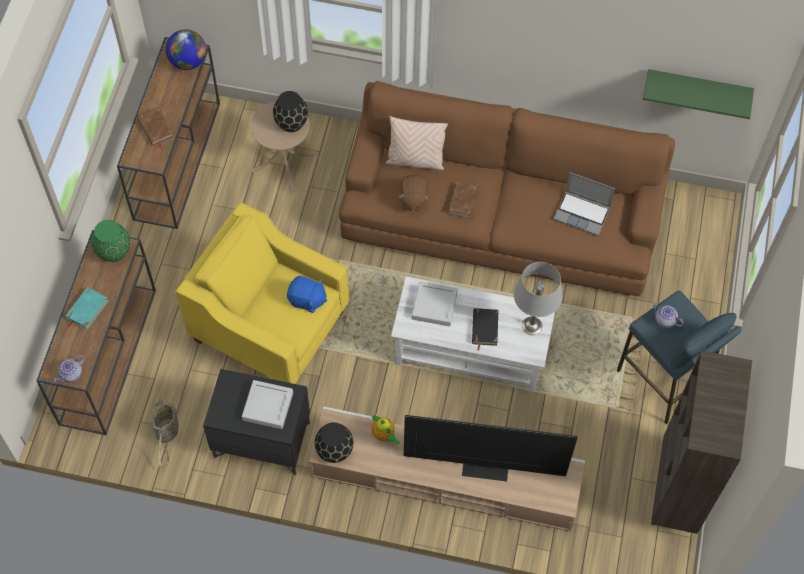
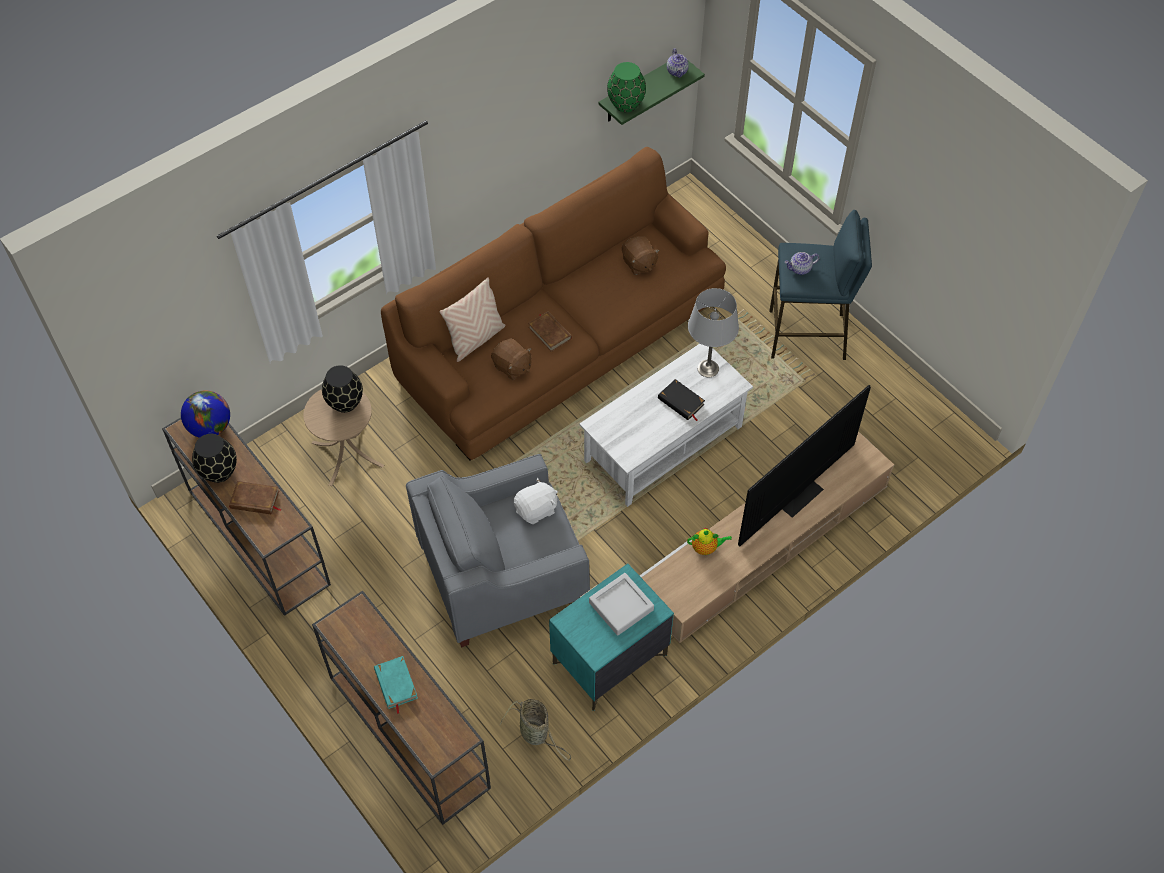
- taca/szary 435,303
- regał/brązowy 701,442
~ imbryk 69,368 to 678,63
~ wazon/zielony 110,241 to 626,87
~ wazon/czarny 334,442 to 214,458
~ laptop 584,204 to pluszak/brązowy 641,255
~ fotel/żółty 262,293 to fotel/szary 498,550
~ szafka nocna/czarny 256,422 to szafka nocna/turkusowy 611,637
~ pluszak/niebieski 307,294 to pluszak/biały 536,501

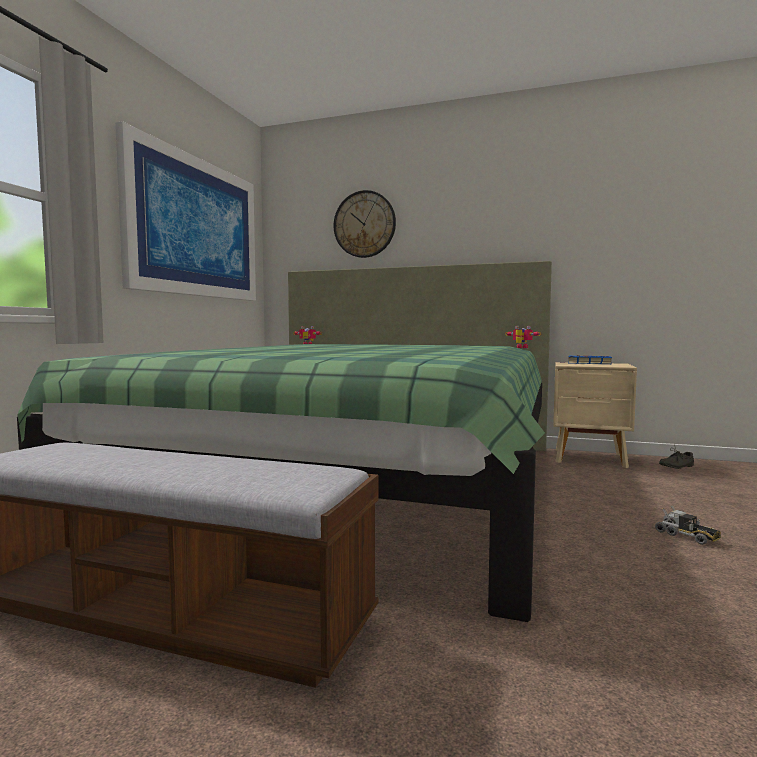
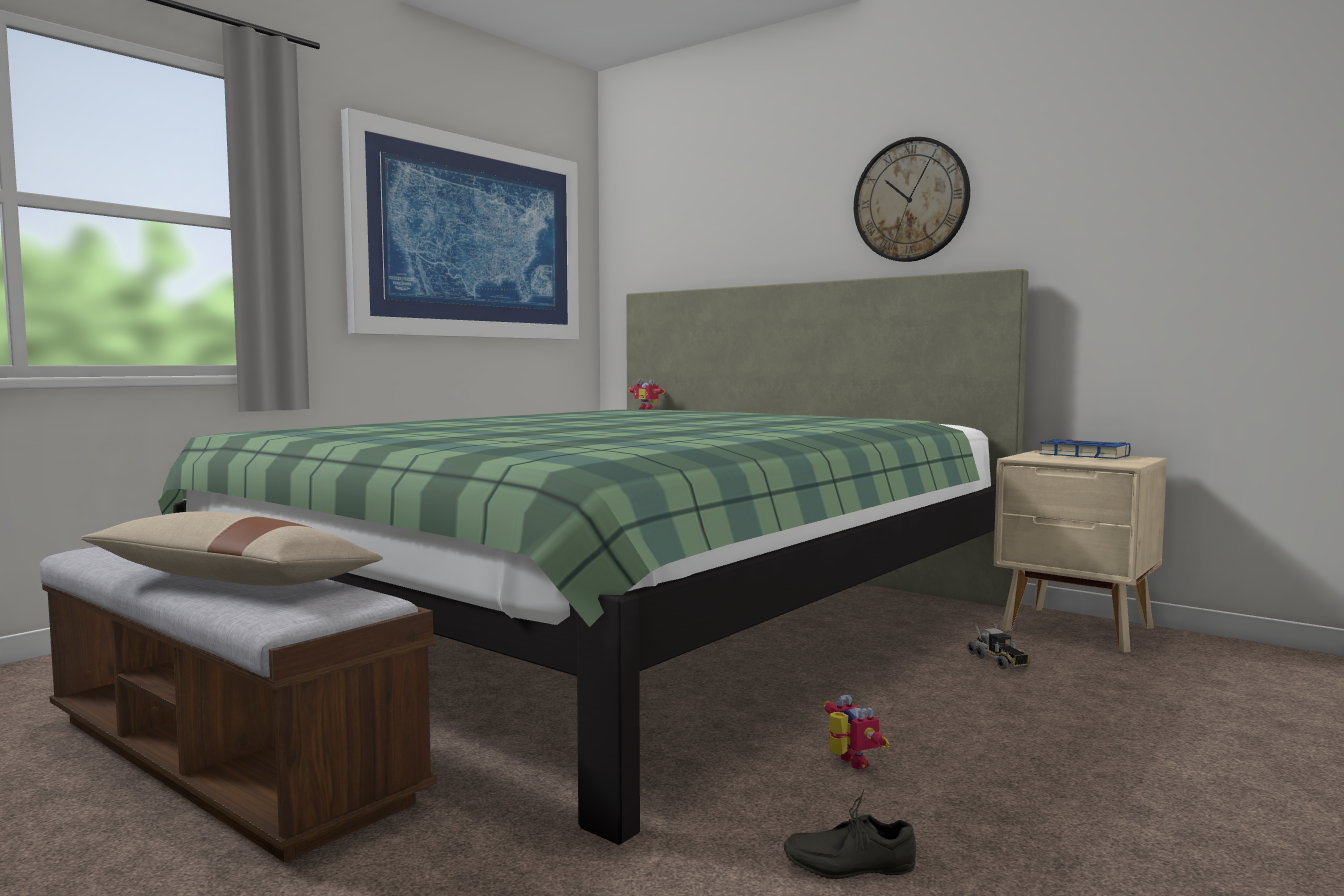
+ poduszka/beżowy 232,549
~ zegar ścienny 365,224 to 912,199
~ robot zabawkowy 523,337 to 856,732
~ ciężarówka zabawkowa 688,525 to 999,646
~ but/szary 676,456 to 850,834

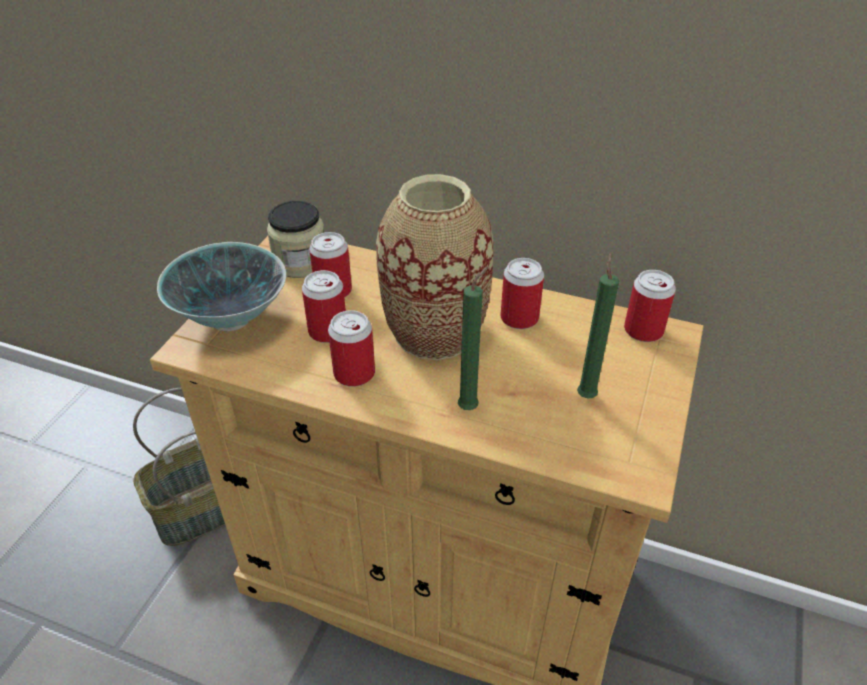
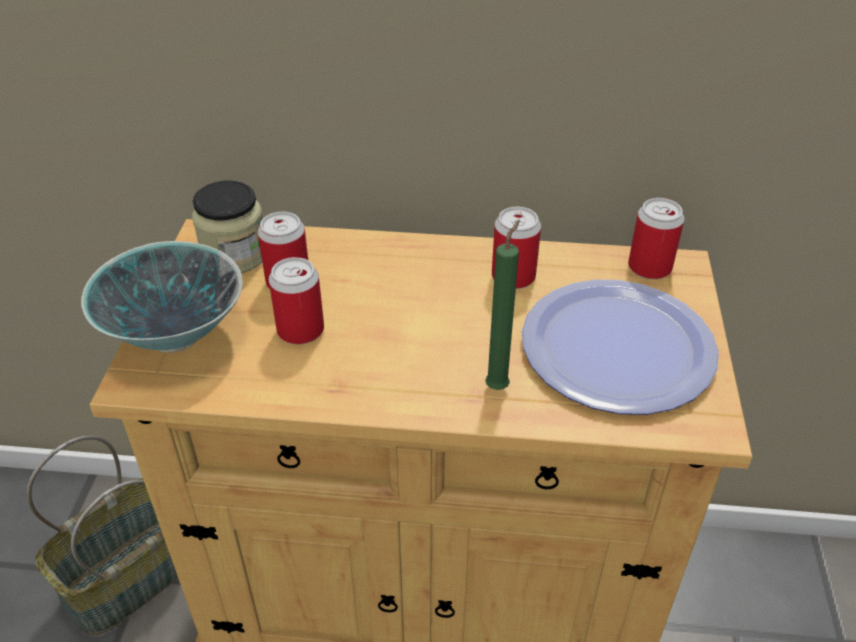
- puszka 351,348
- wazon 434,267
~ świeca/zielony 598,325 to talerz 620,347

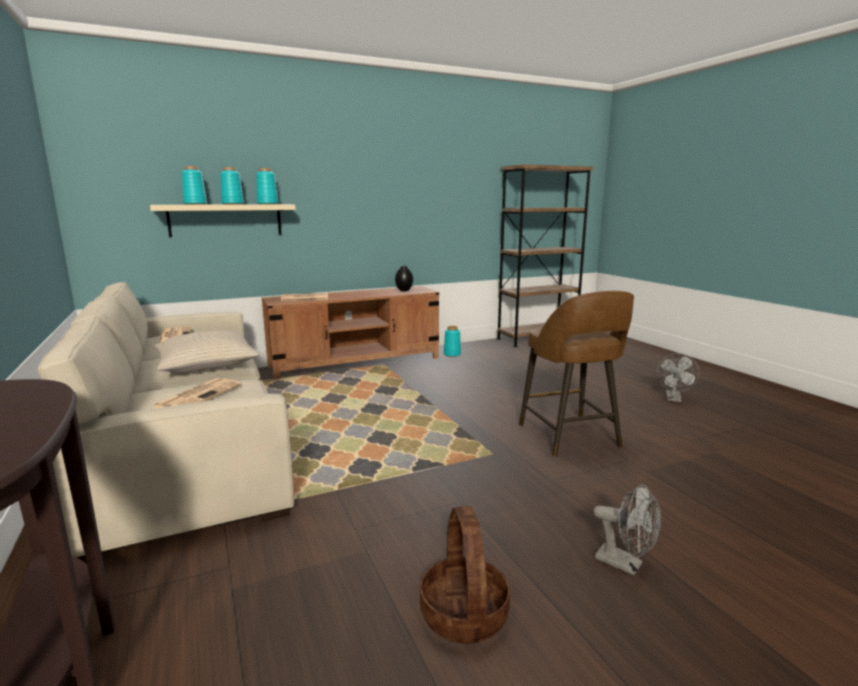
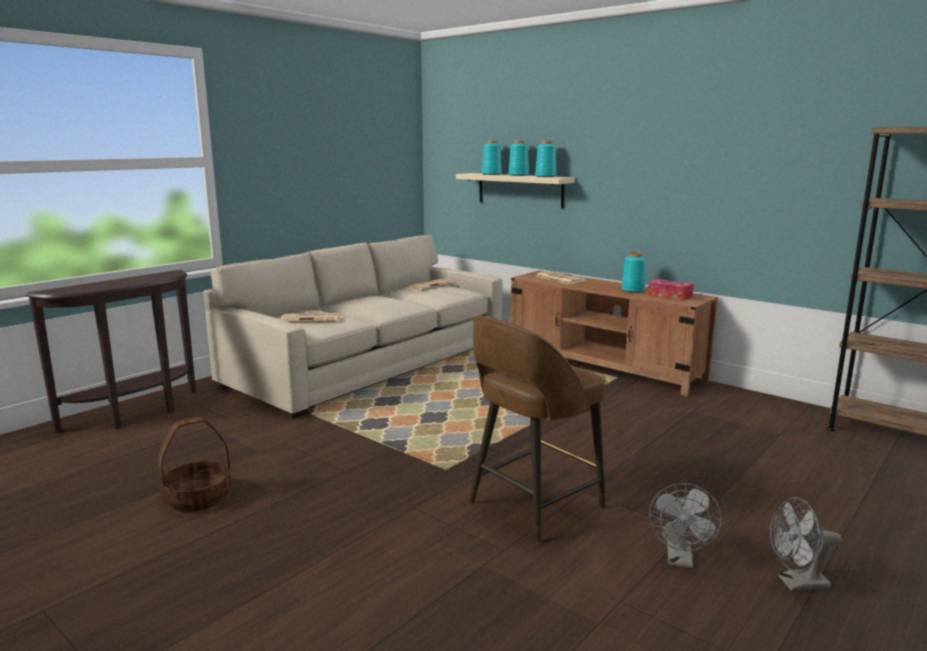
- poduszka/beżowy 206,351
~ wazon/turkusowy 452,341 to 633,272
~ wentylator/szary 627,530 to 685,525
~ wazon/czarny 404,278 to pudełko chusteczek 671,289

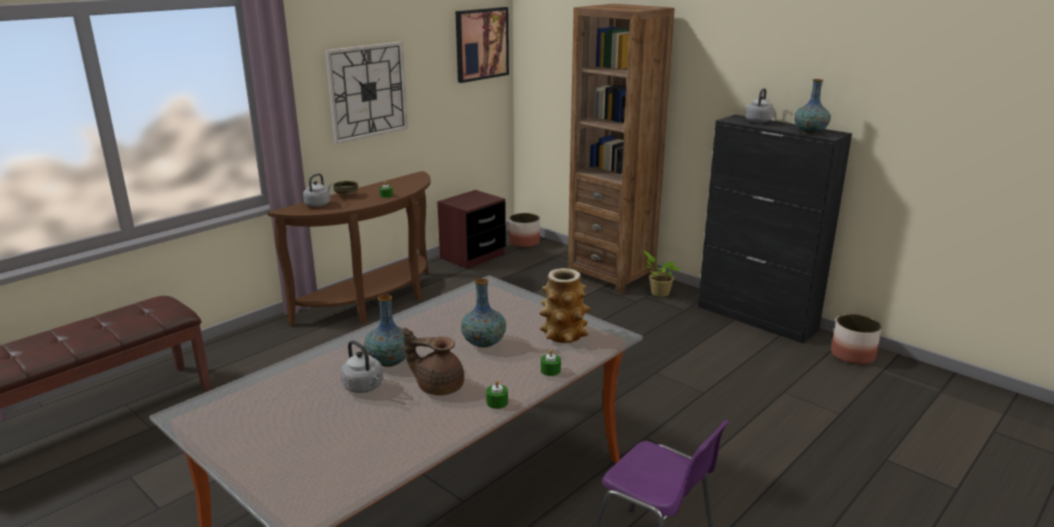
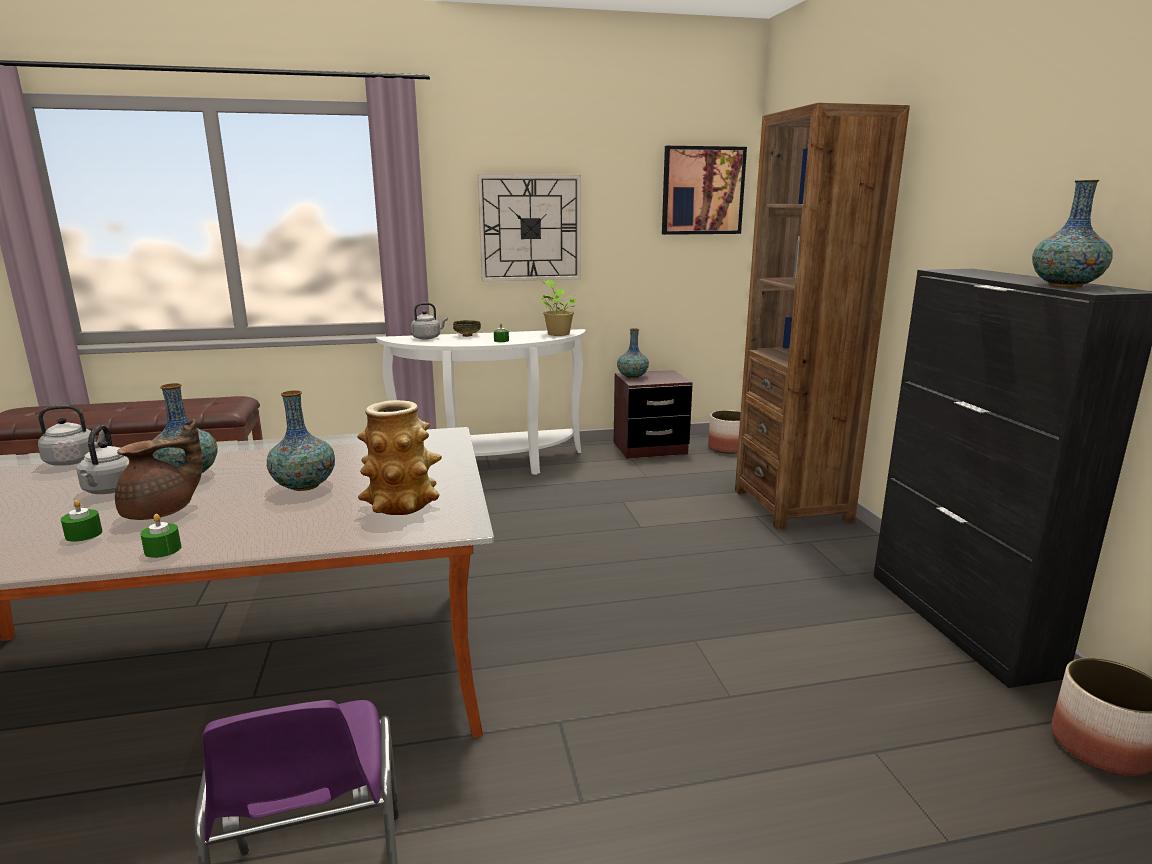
+ wazon 633,353
~ świeca/zielony 551,362 to 81,521
~ roślina doniczkowa 662,273 to 557,307
~ czajnik/szary 759,105 to 73,435
~ stolik konsolowy/brązowy 349,248 to stolik konsolowy/biały 481,402
~ imbryk/brązowy 433,362 = 159,469 90 degrees clockwise

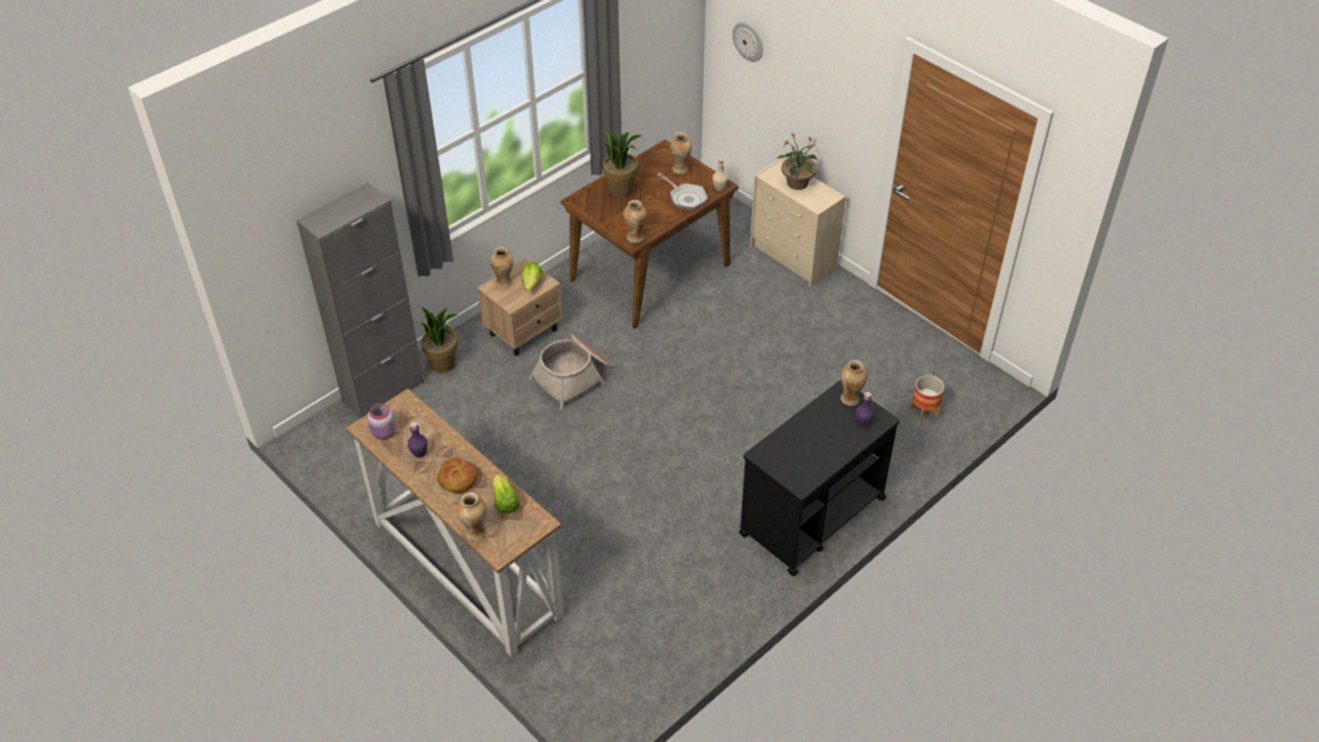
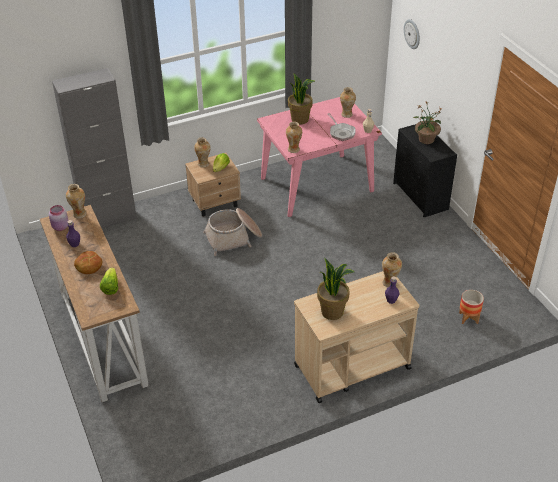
~ roślina doniczkowa 439,340 to 335,289
~ wazon 471,516 to 76,201
~ stół jadalny/brązowy 650,233 to stół jadalny/różowy 319,157
~ wózek/czarny 819,478 to wózek/beżowy 356,337
~ komoda/beżowy 798,222 to komoda/czarny 425,170

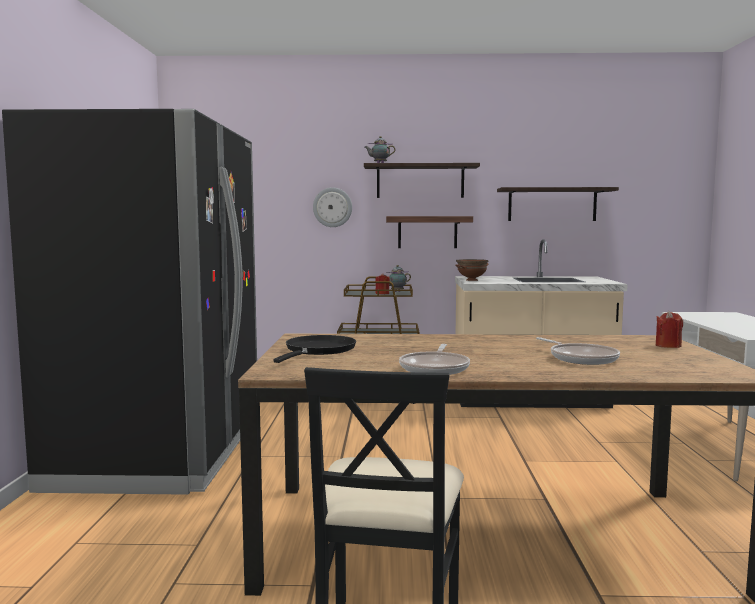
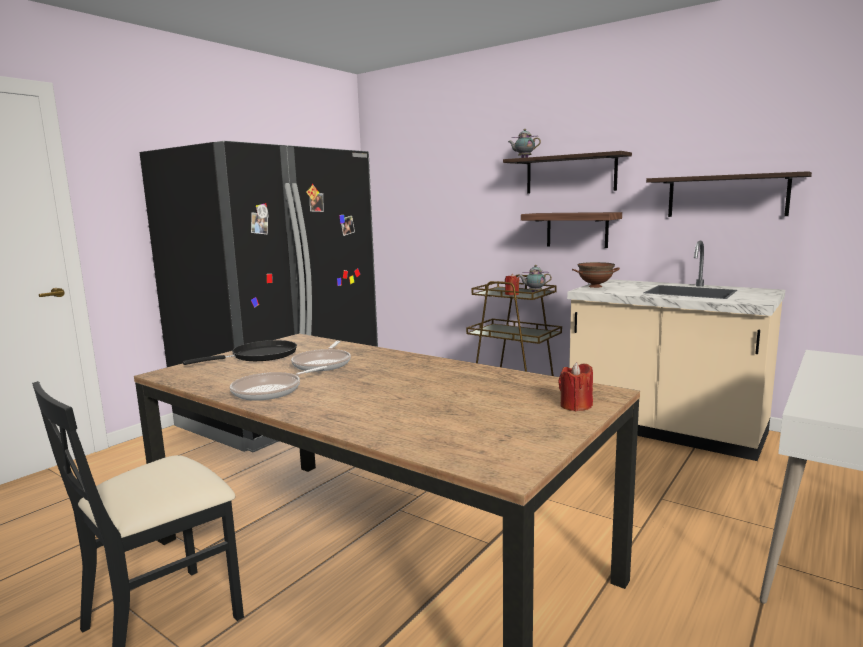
- zegar ścienny 332,207
~ patelnia 578,351 to 321,356

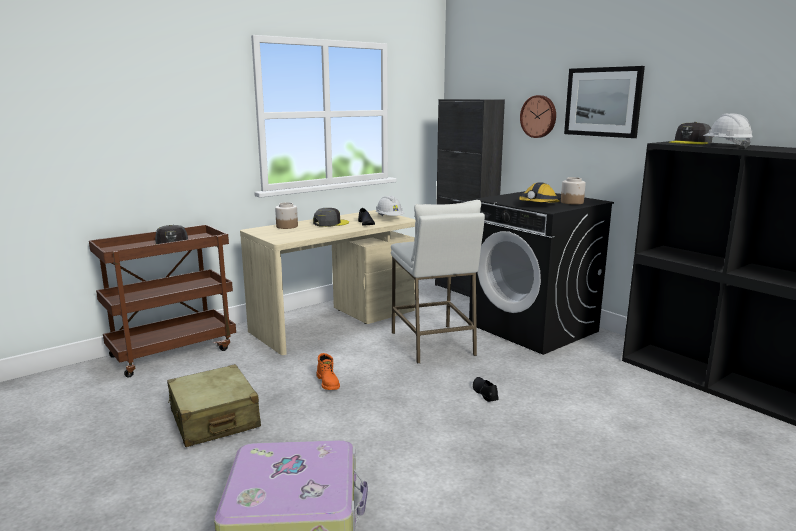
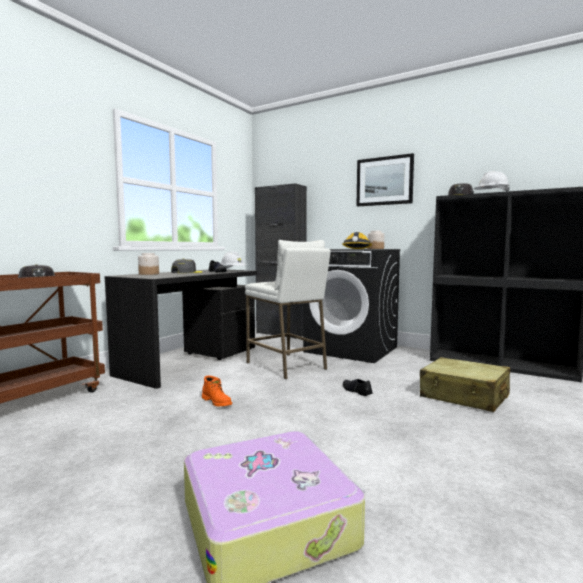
- zegar ścienny 538,116
~ walizka/beżowy 214,405 to 465,384
~ biurko/beżowy 327,282 to biurko/czarny 181,329

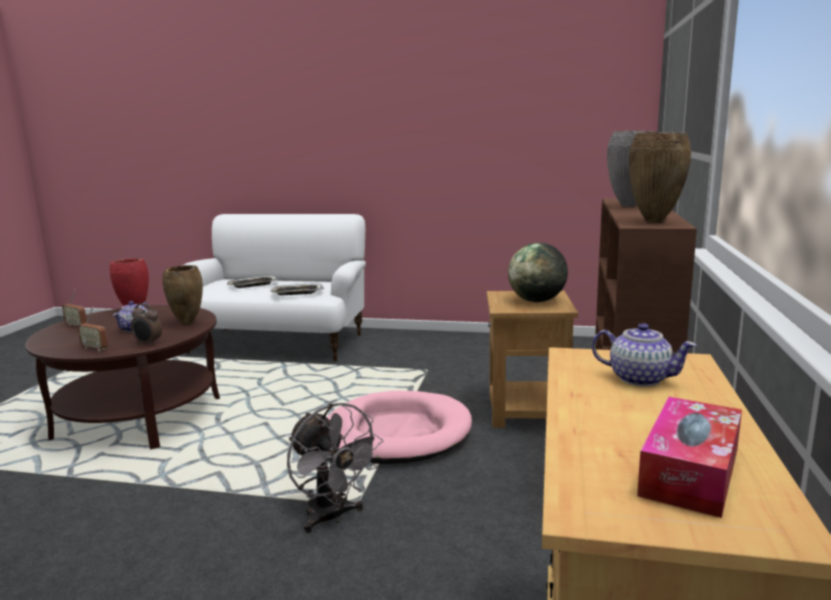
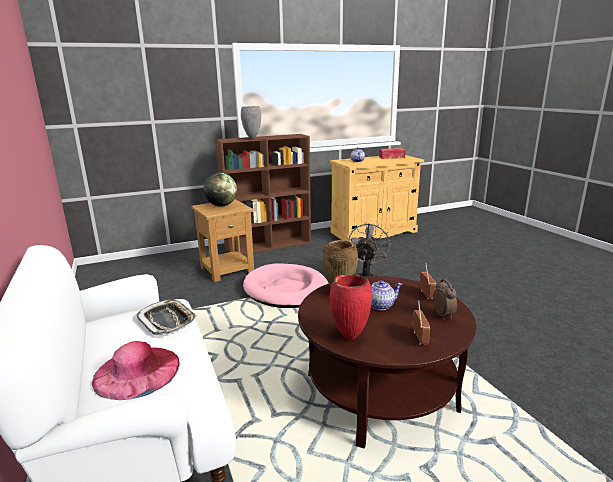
- wazon/brązowy 660,177
~ budzik 146,324 to 445,299
~ taca 253,282 to kapelusz/różowy 136,370

